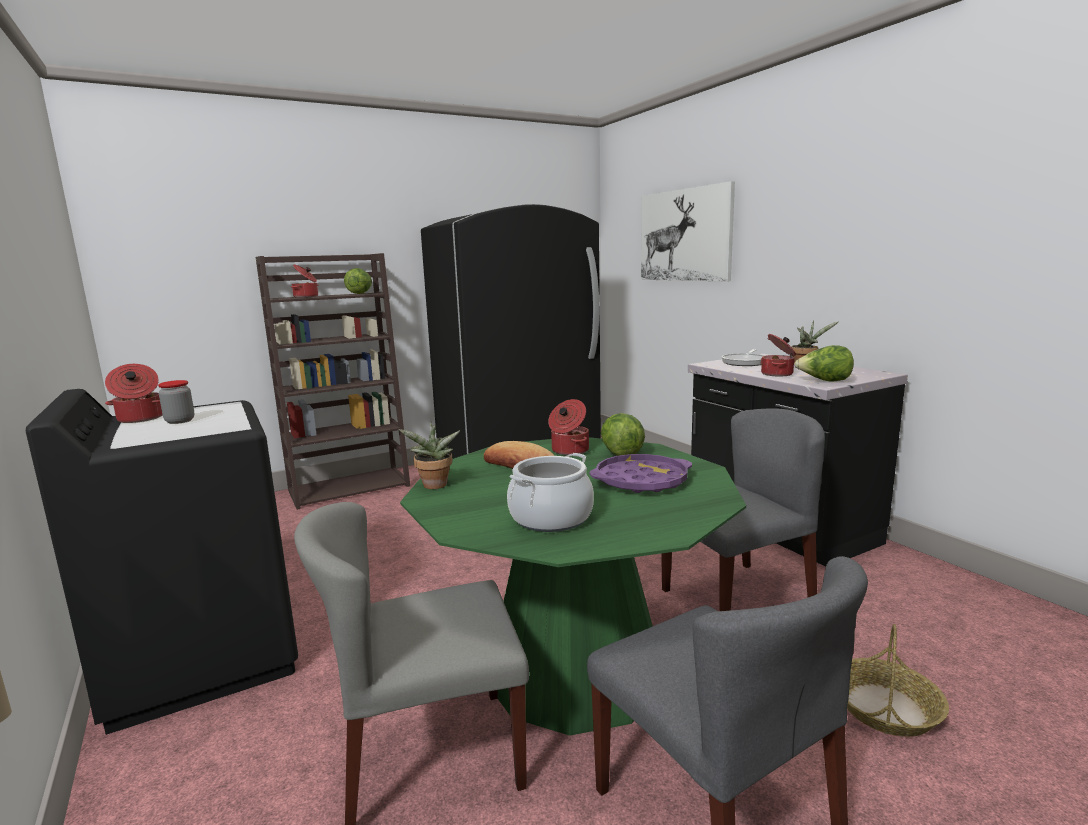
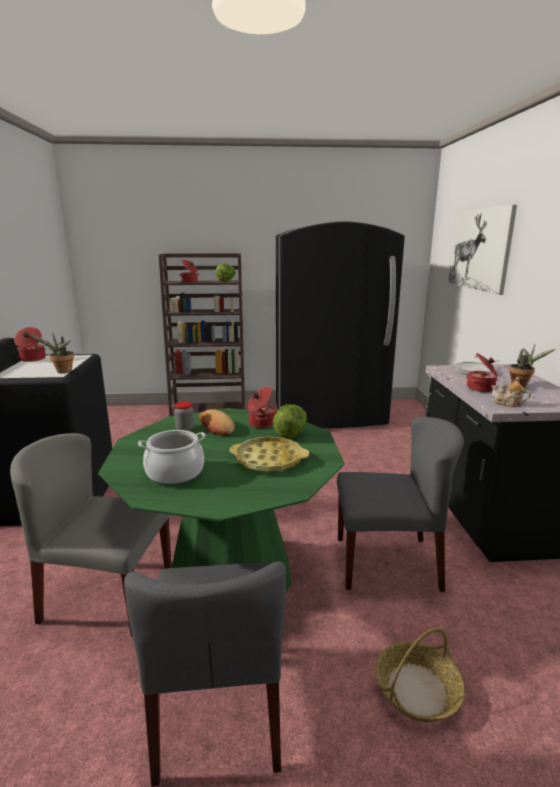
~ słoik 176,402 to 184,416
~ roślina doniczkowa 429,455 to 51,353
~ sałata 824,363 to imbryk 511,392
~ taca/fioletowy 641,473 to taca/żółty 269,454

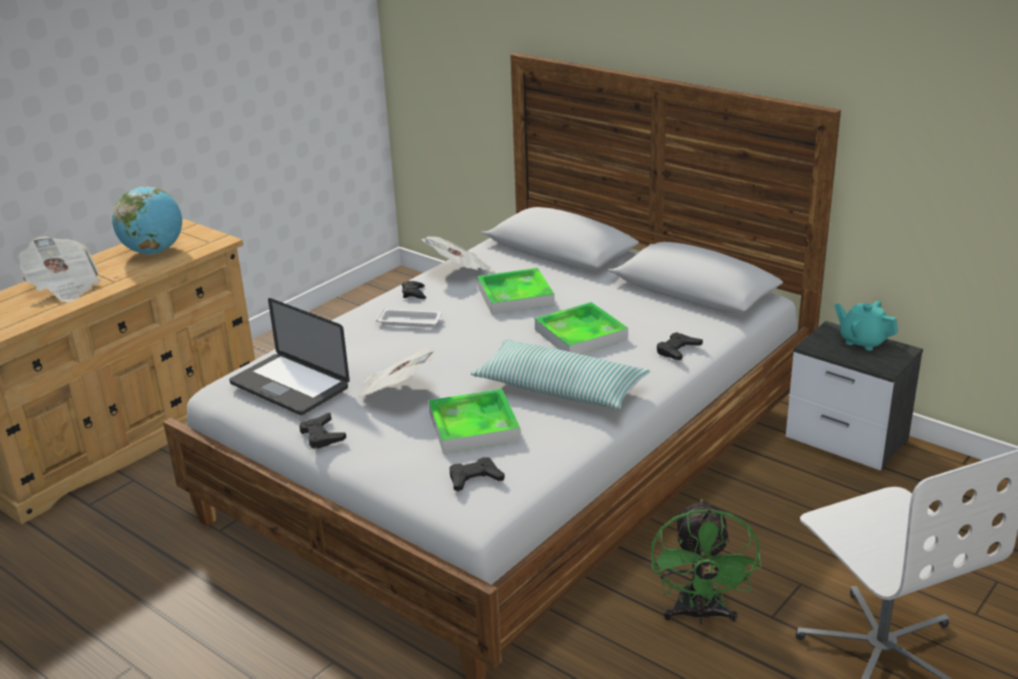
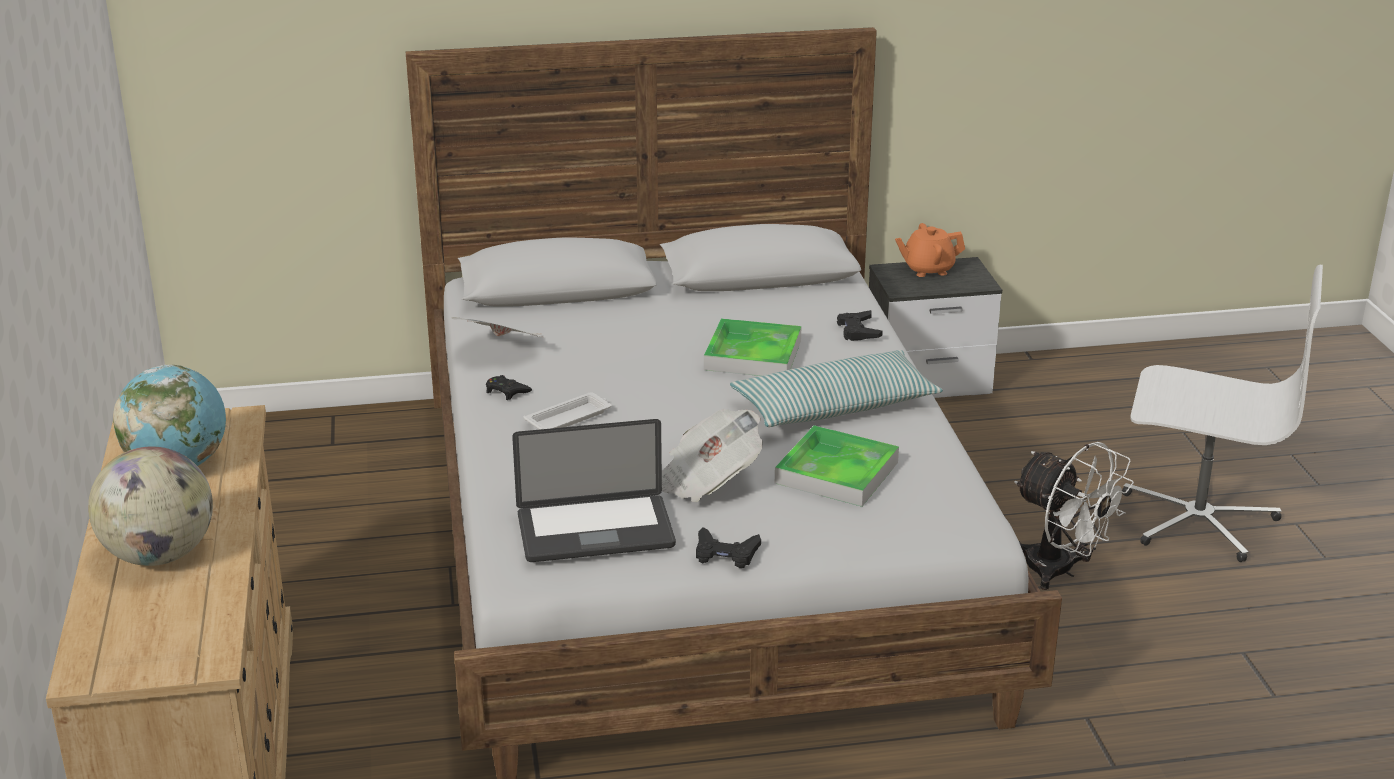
- pad do gier/czarny 477,474
- taca 516,291
~ gazeta 59,269 to globus 150,506
~ wentylator/zielony 706,561 to wentylator/biały 1074,516
~ imbryk/turkusowy 866,326 to imbryk/pomarańczowy 930,250

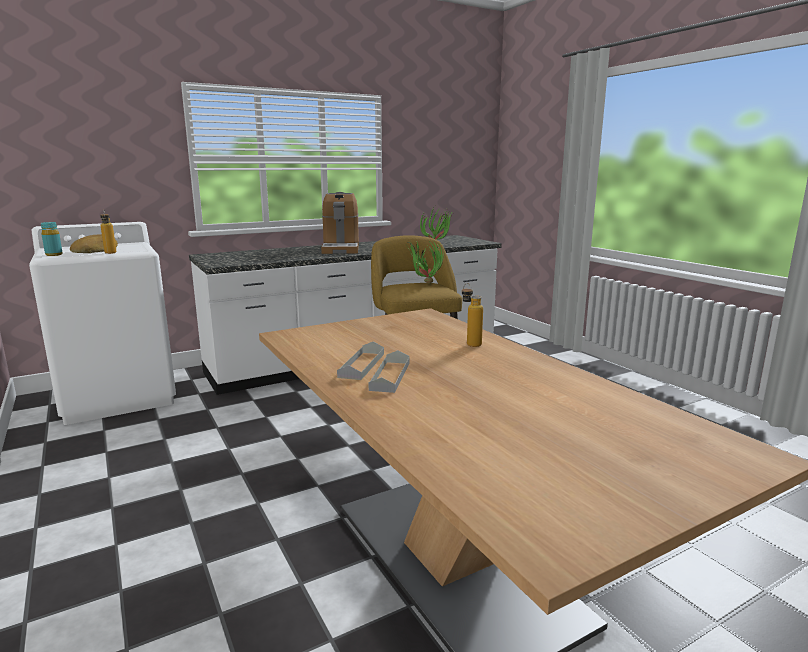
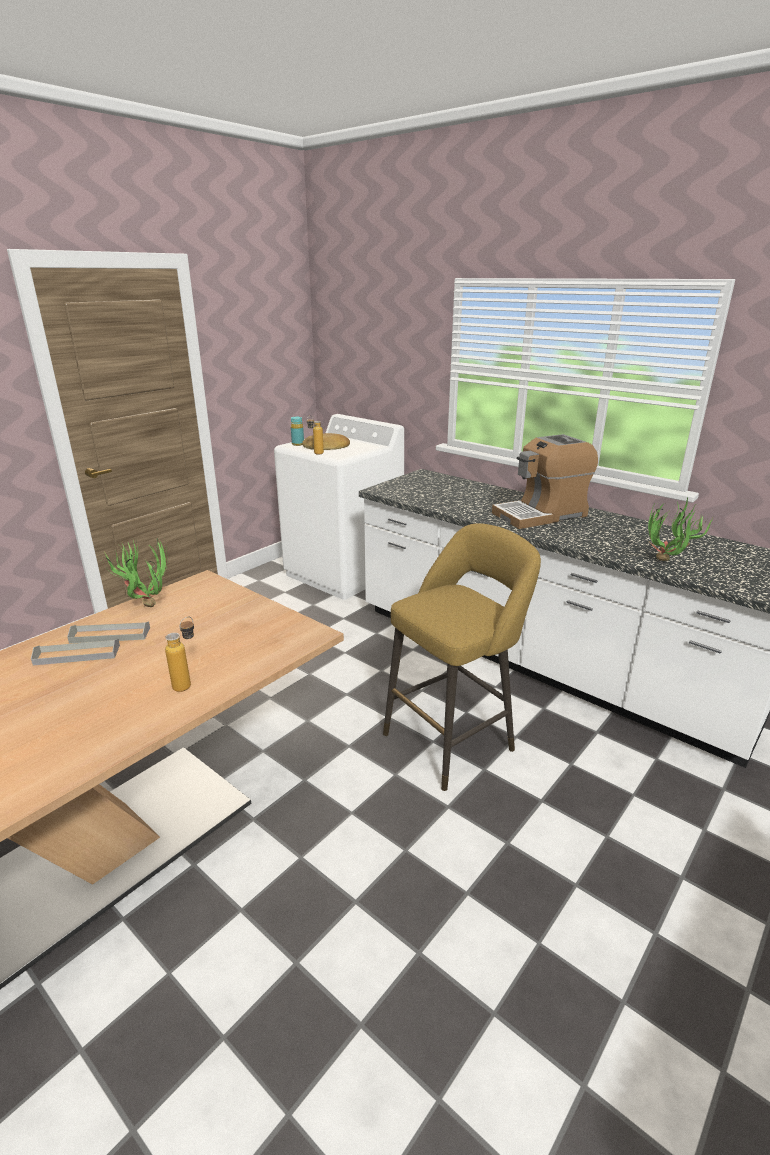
~ roślina doniczkowa 425,262 to 134,572

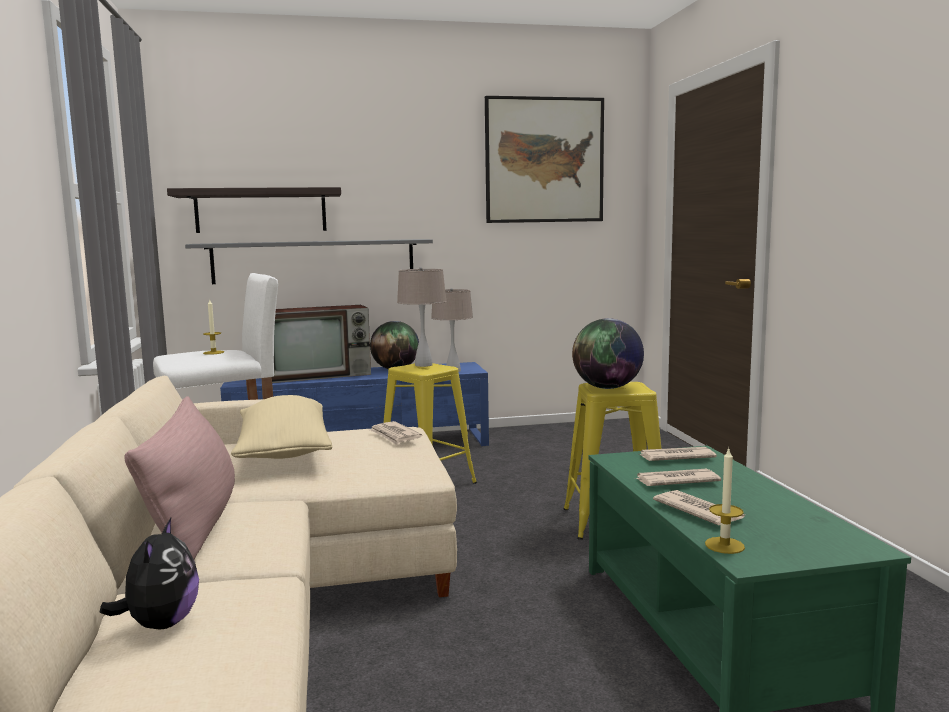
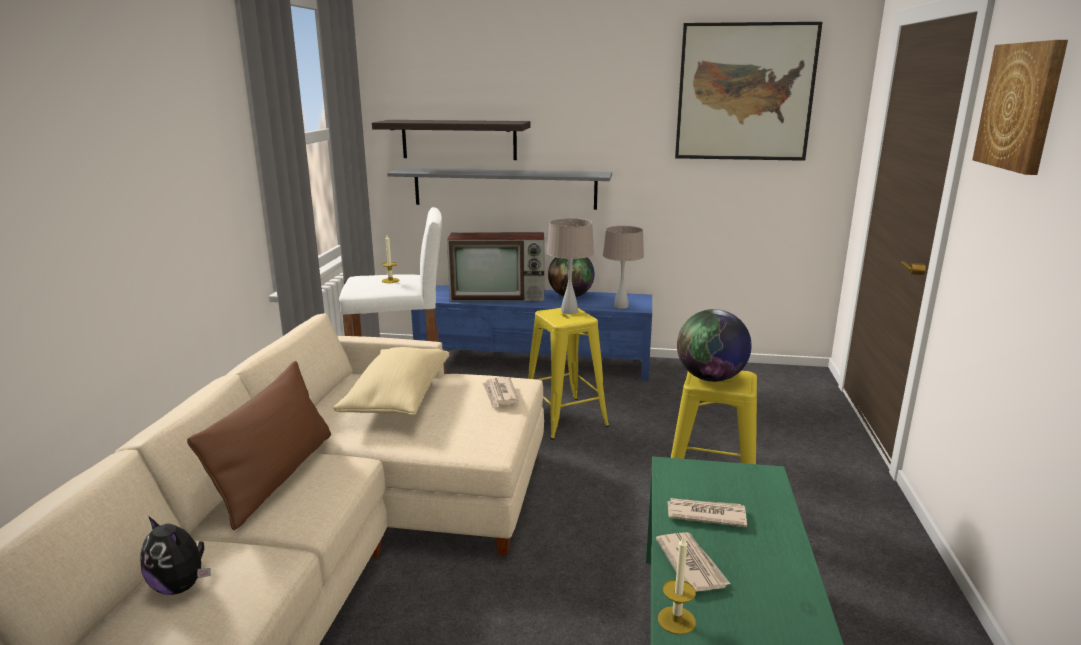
- gazeta 678,454
+ obraz 1020,107
~ poduszka/różowy 179,477 to poduszka/brązowy 259,445
~ pluszak 149,574 = 175,555 105 degrees clockwise

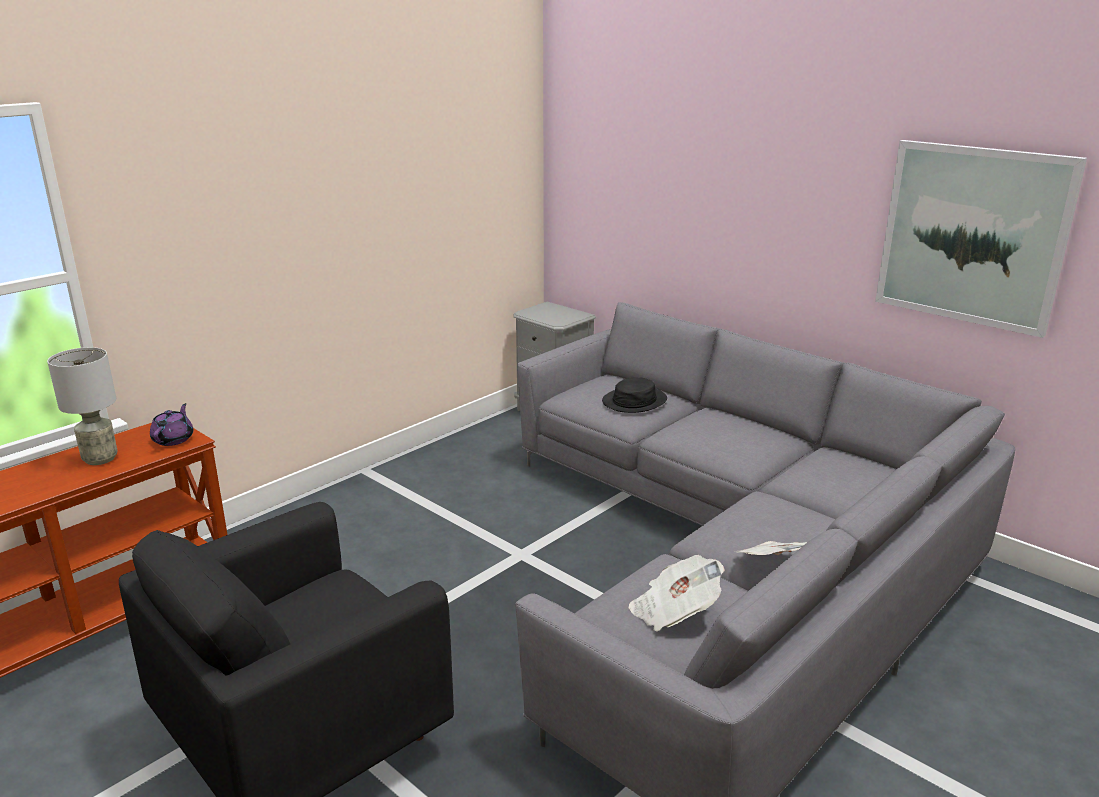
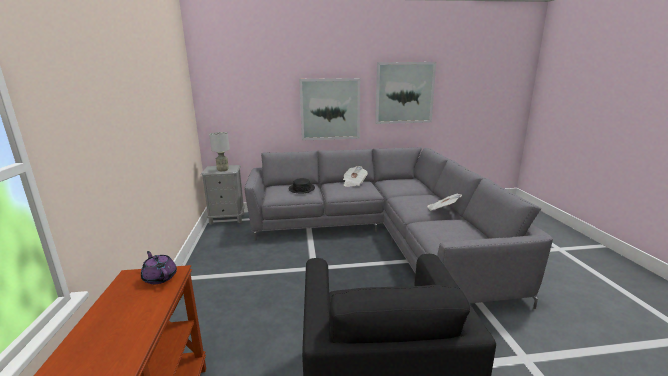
+ obraz 329,109
~ lampa stołowa/szary 82,406 to 219,151
~ gazeta 677,593 to 355,176

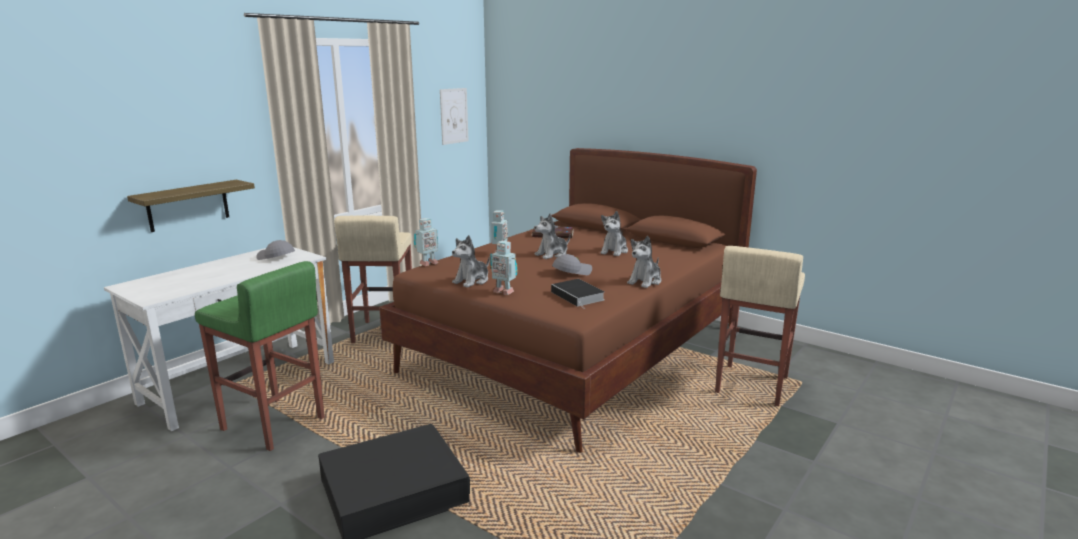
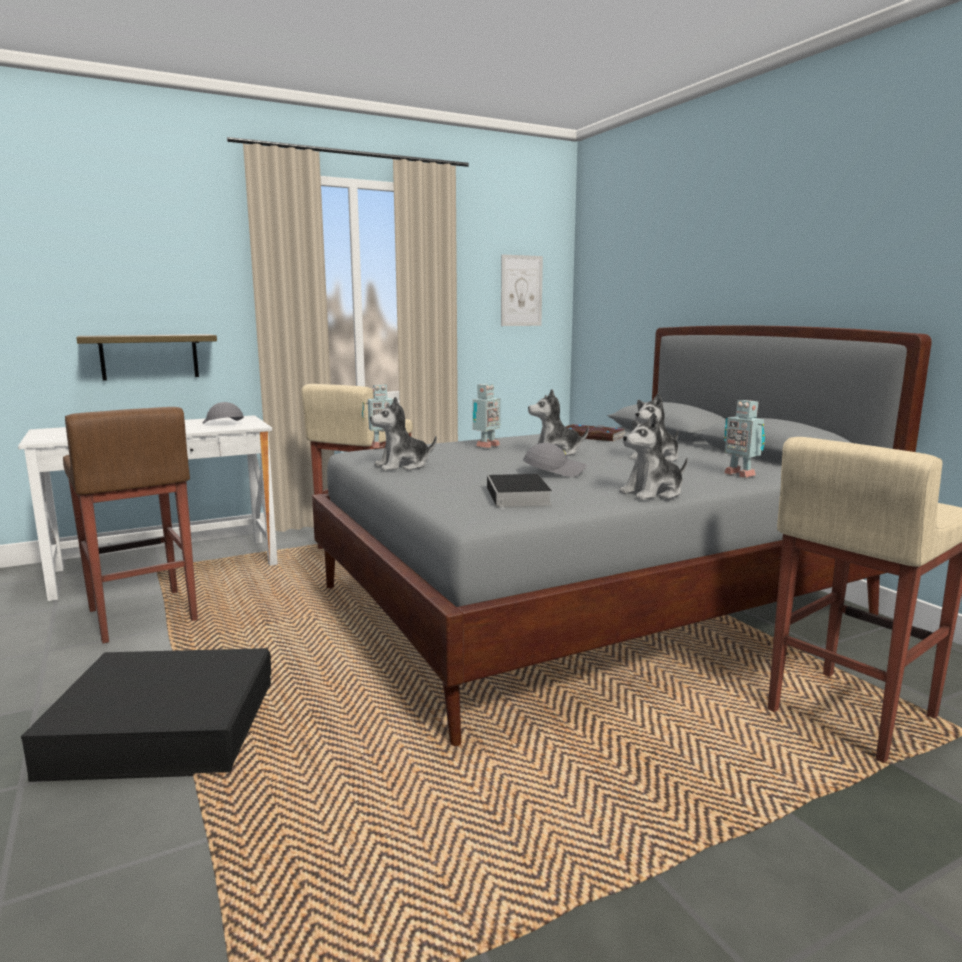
~ robot zabawkowy 503,268 to 744,439
~ stołek/zielony 260,356 to stołek/brązowy 130,525
~ łóżko/brązowy 568,300 to łóżko/szary 622,535

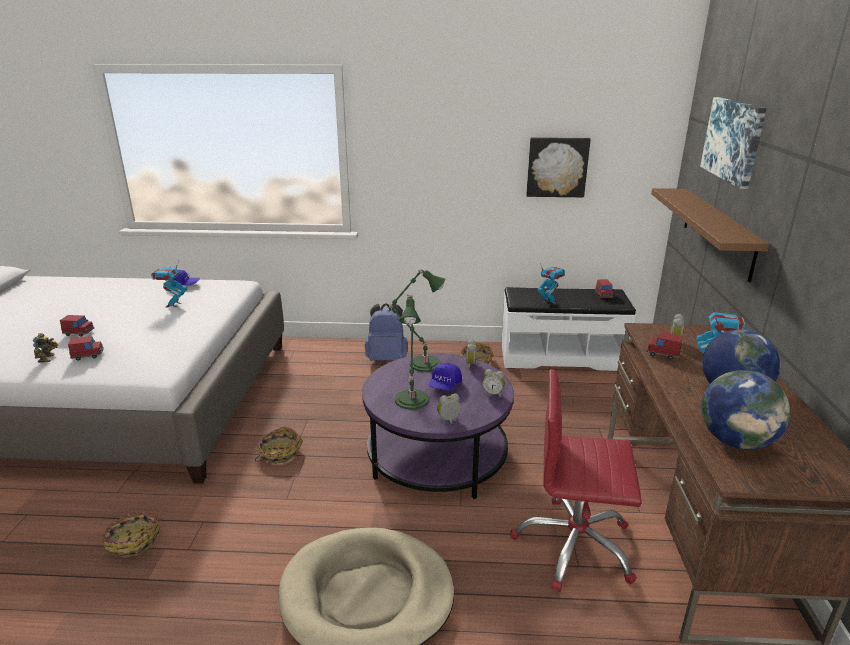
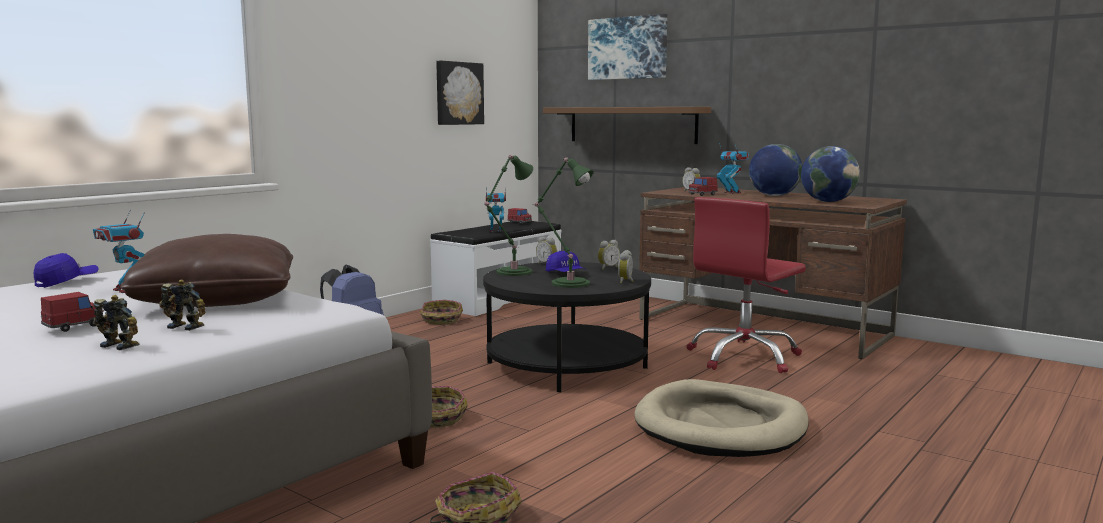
+ poduszka/brązowy 206,270
~ samochodzik/czerwony 86,348 to robot zabawkowy 182,305
~ ława/fioletowy 438,426 to ława/czarny 567,327

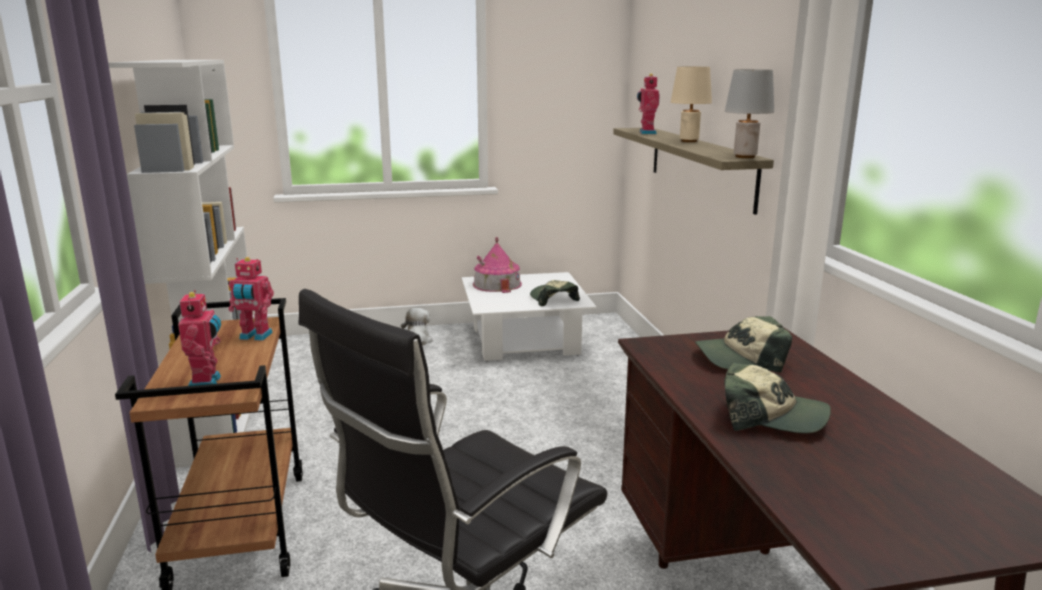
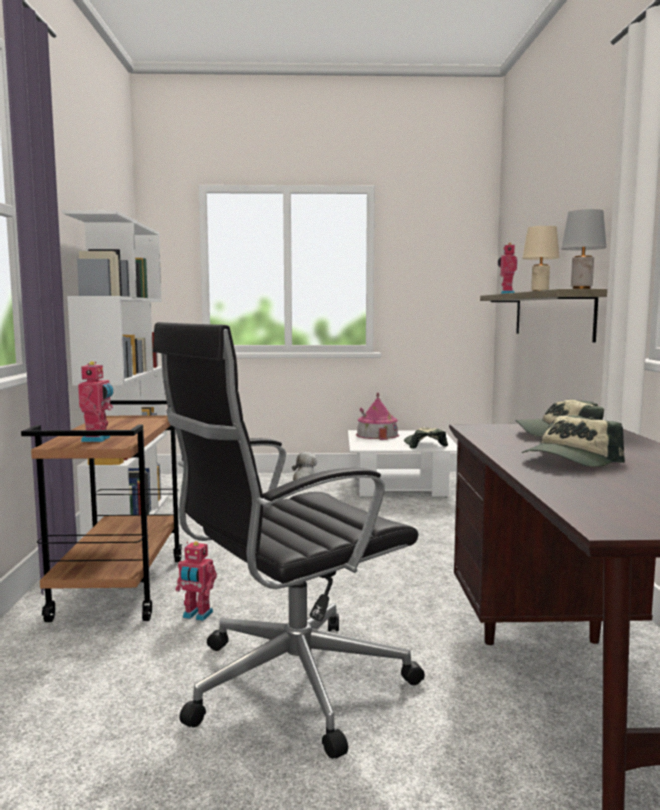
~ robot zabawkowy 251,299 to 196,581
~ czapka z daszkiem 777,398 = 573,441 105 degrees clockwise

